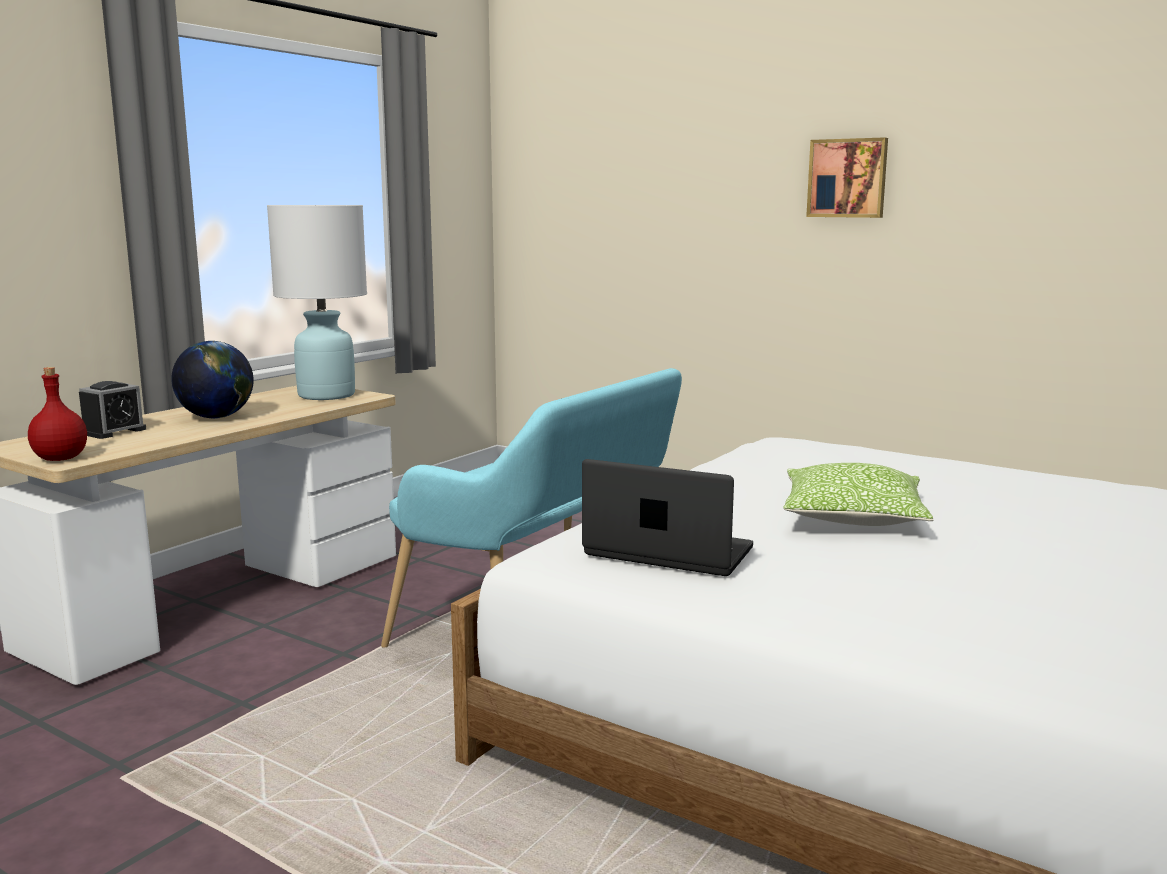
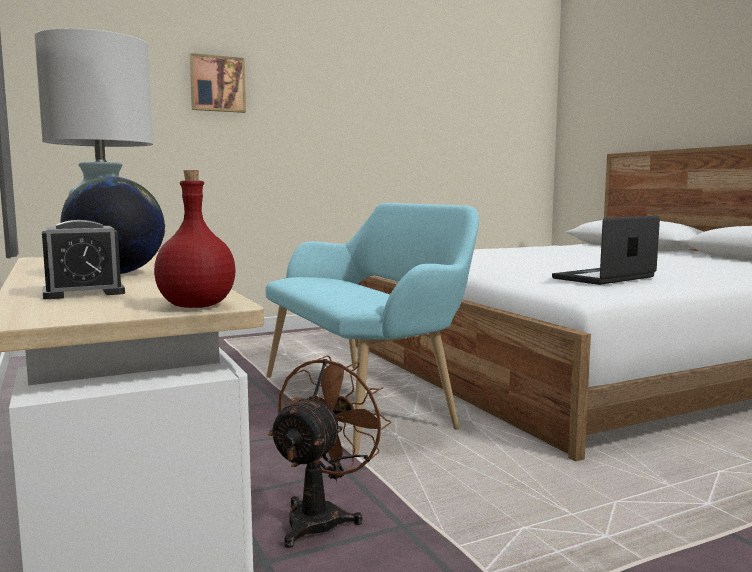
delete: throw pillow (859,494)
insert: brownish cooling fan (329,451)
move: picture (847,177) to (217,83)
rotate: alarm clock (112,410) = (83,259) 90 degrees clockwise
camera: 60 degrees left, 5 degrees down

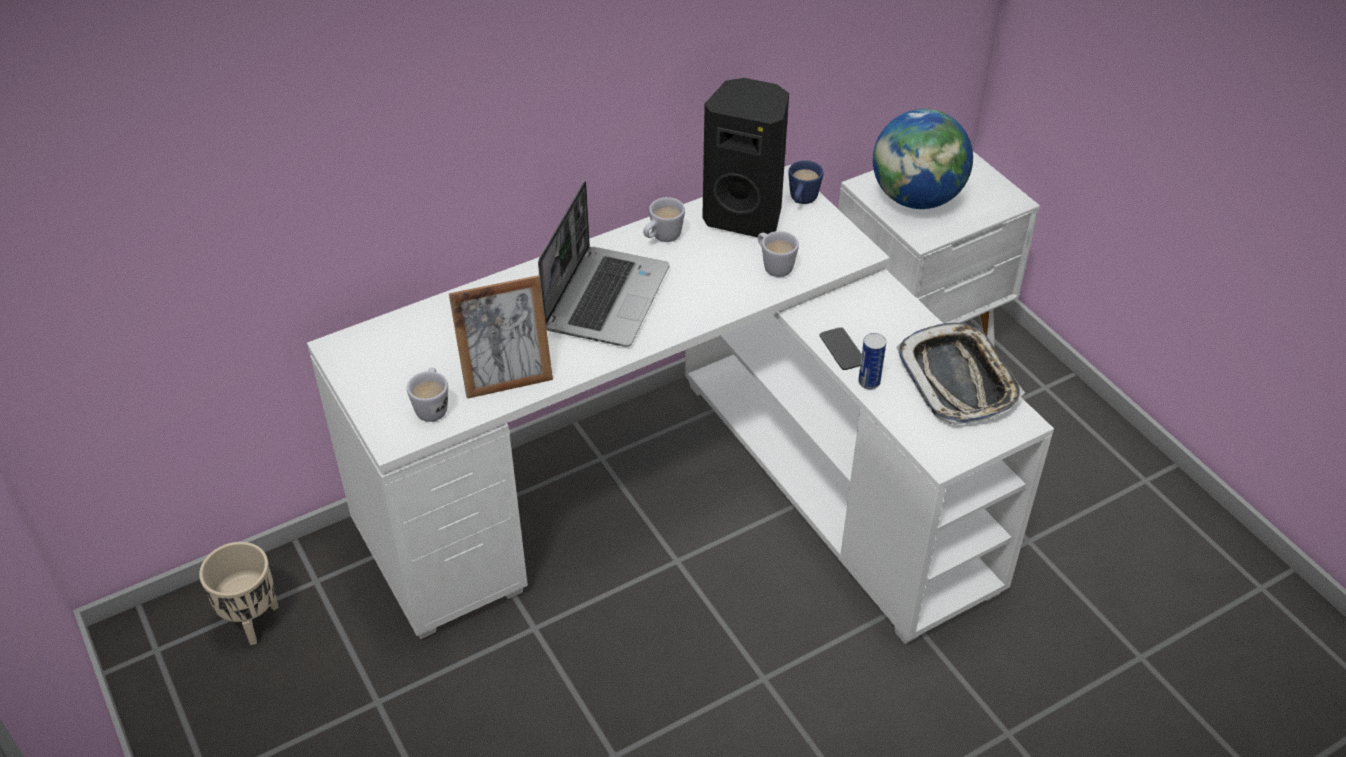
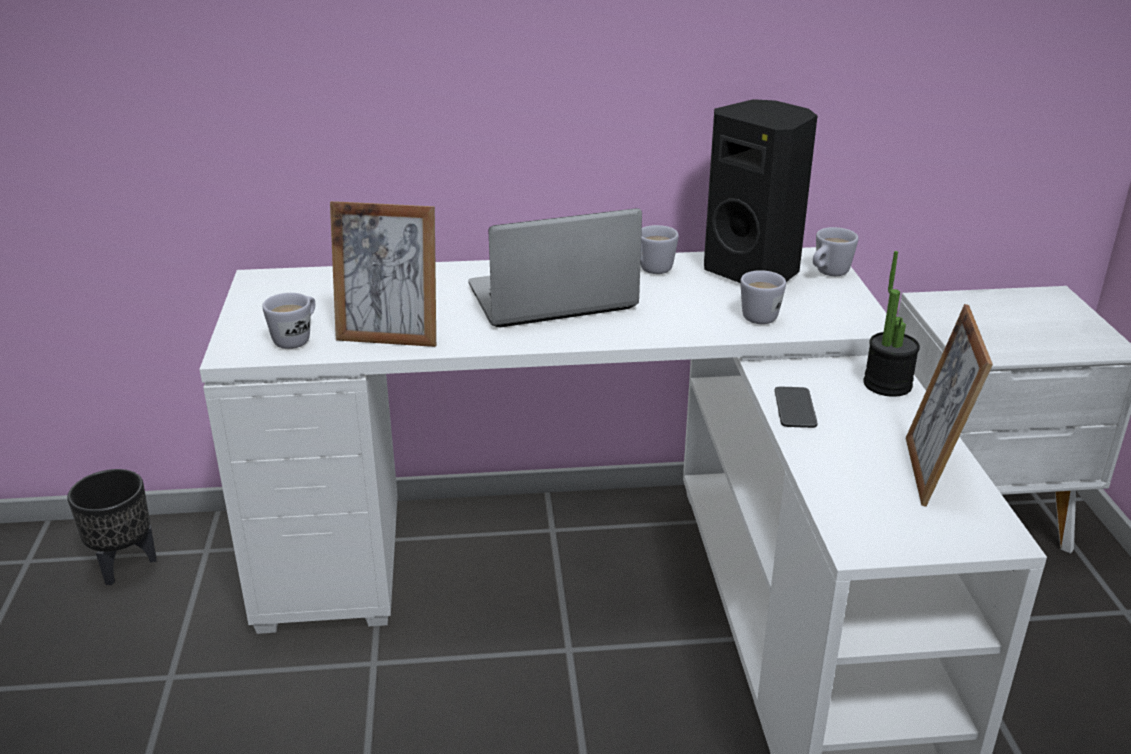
delete: globe (923,159); metal can (872,361)
insert: potted plant (891,324)
replace: carrying tray (960,374) to standing frame (949,405)
recolor: blue-coloured mug (806,182) to white mug (835,251); beige-coloured flower pot (239,593) to black-coloured flower pot (112,527)
rotate: portable computer (603,264) = (555,267) 150 degrees counterclockwise
camera: 25 degrees right, 15 degrees down

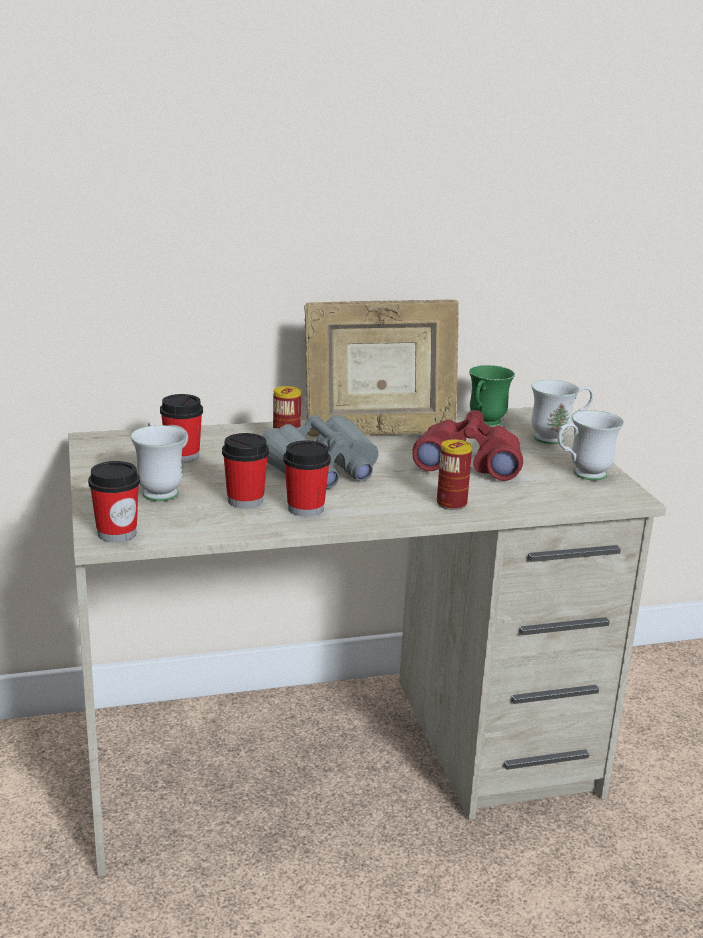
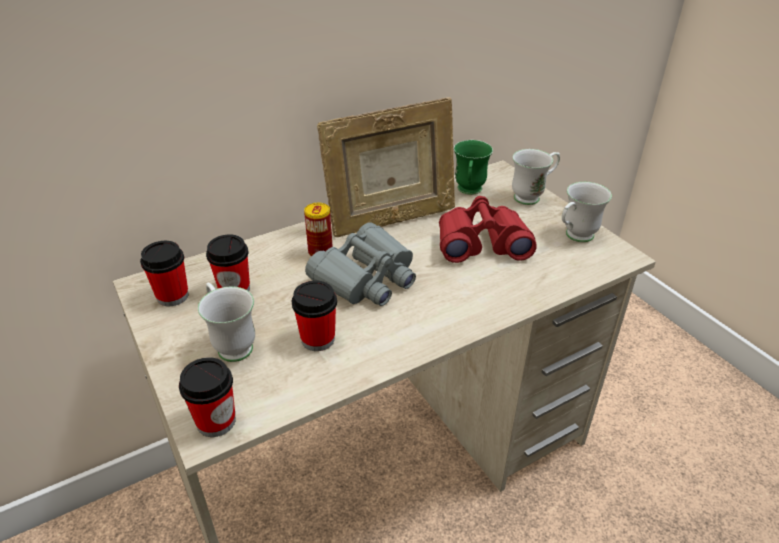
delete: metal can (454,474)
move: small cup (307,478) to (164,273)
camera: 15 degrees left, 15 degrees up

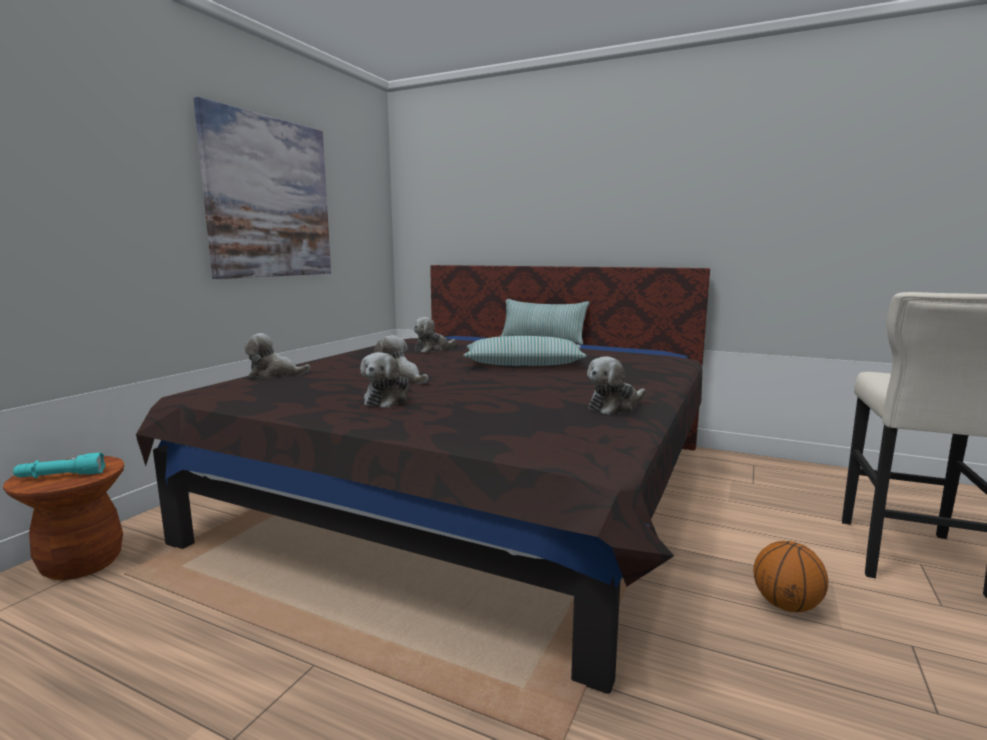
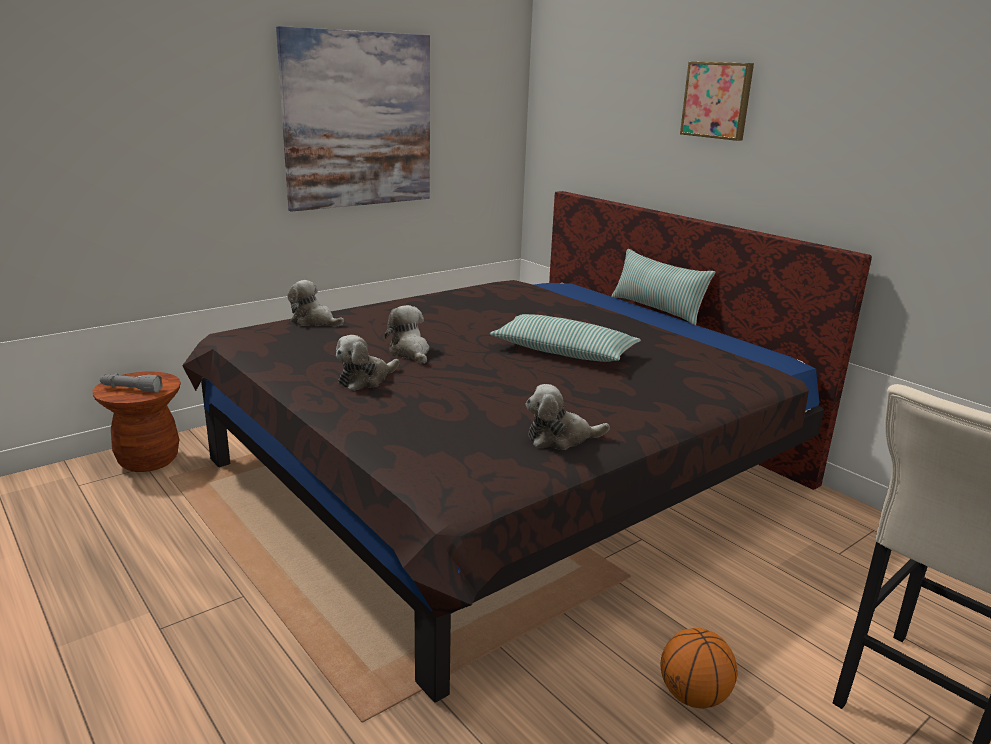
delete: plush toy (434,335)
insert: picture (717,101)
recolor: blue-green torch (59,465) to greyish torch (131,383)
camera: 25 degrees right, 10 degrees up

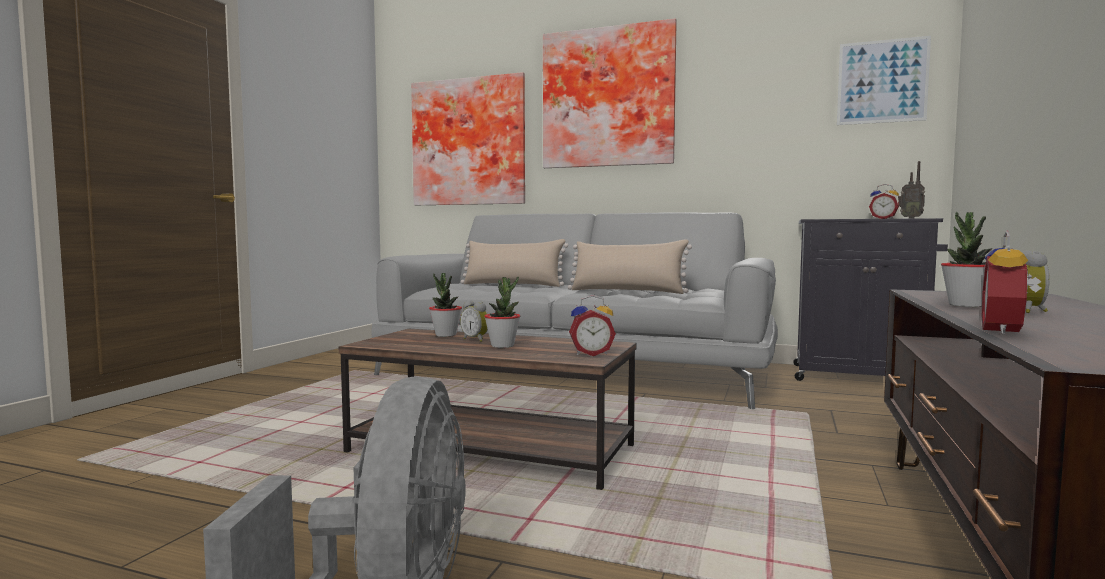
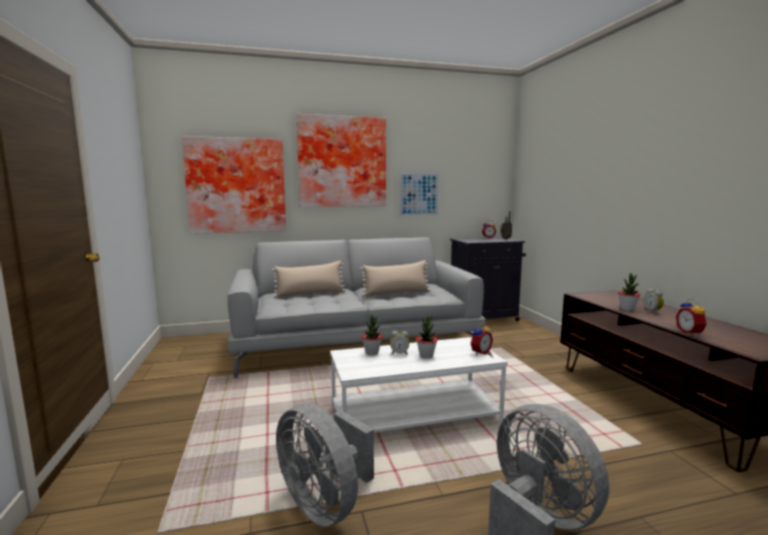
insert: greyish cooling fan (325,465)
move: picture (884,80) to (419,194)
recolor: brownish low table (488,409) to white low table (418,385)
camera: 35 degrees left, 5 degrees up

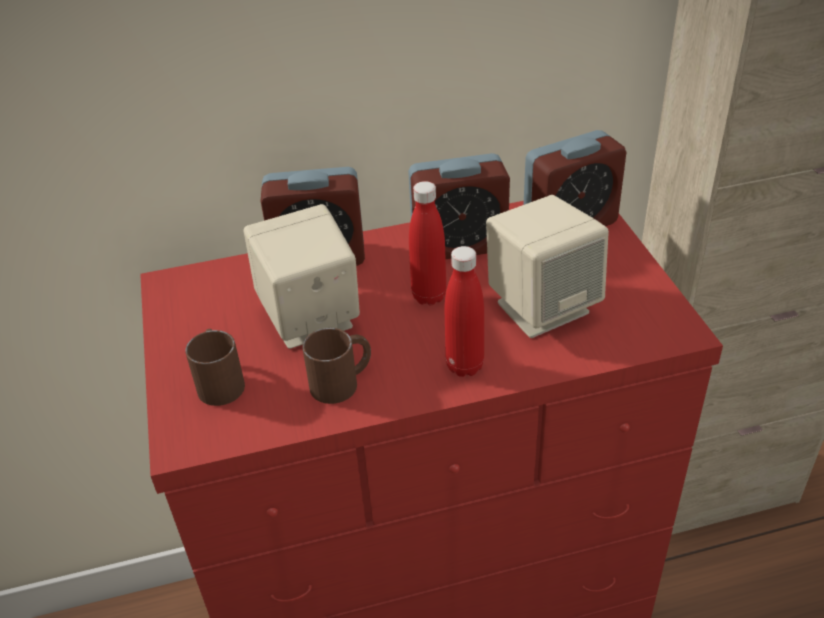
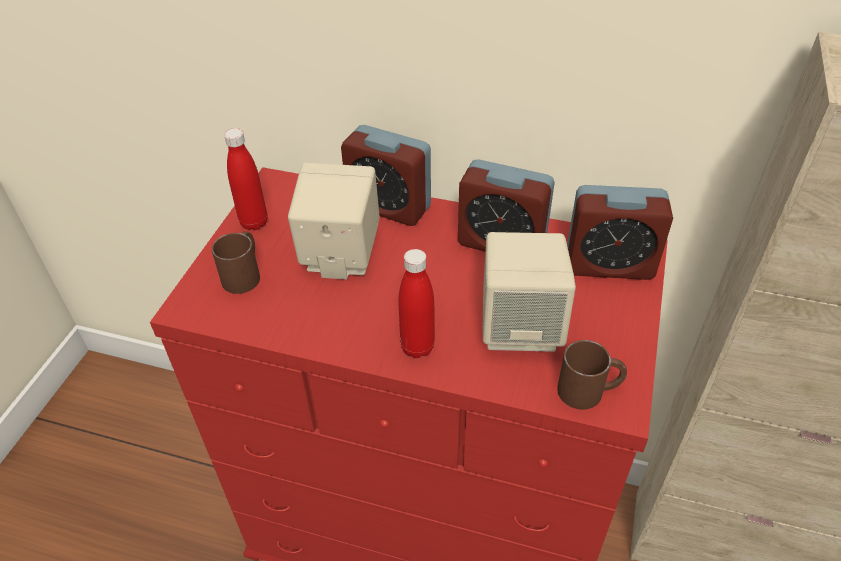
move: red-coloured drink bottle (427,243) to (245,179); brownish mug (336,366) to (592,375)
camera: 30 degrees right, 5 degrees up

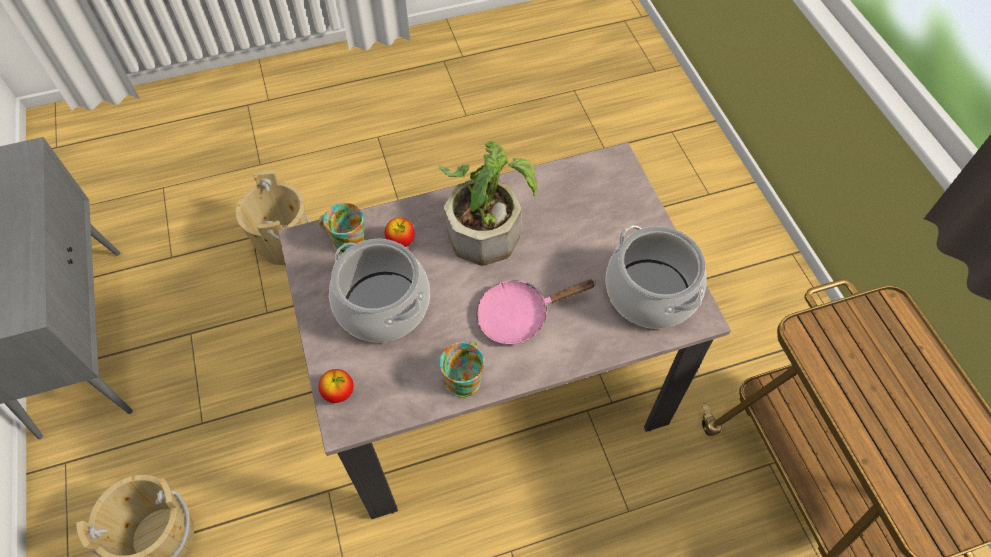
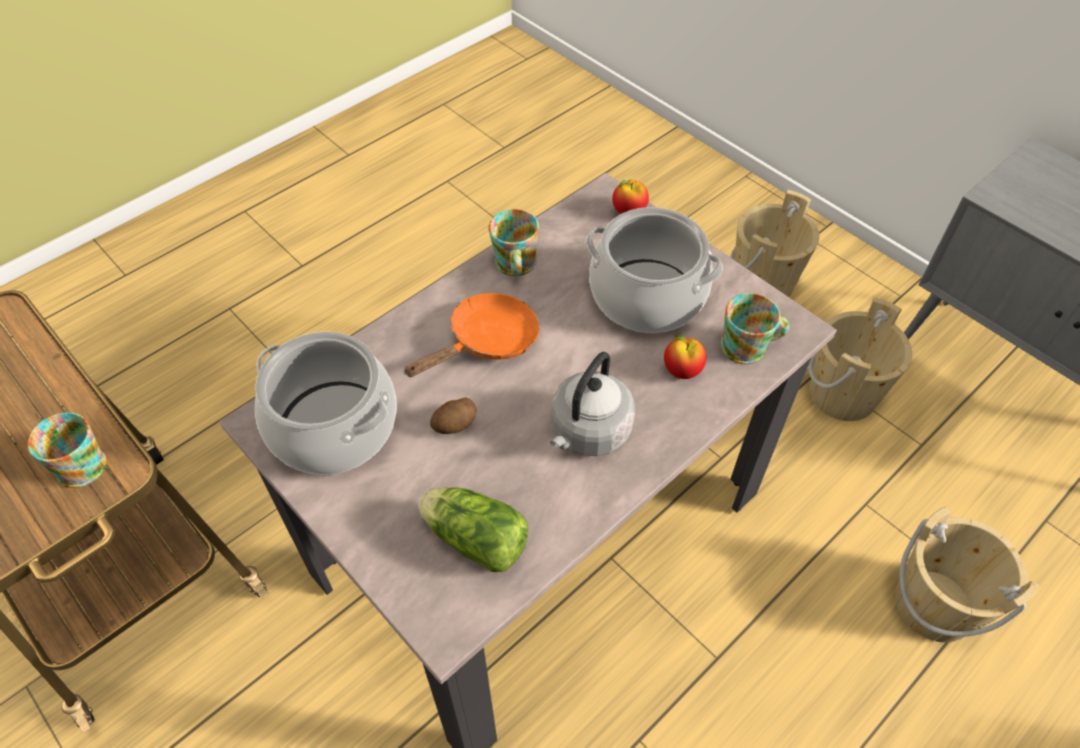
insert: beige-coloured bucket (860,359); potato (453,415); mug (66,450); head of lettuce (474,529)
replace: potted plant (488,203) to greyish tea kettle (592,404)
recolor: pinkish skillet (536,312) to orangey skillet (471,335)
camera: 155 degrees right, 5 degrees down

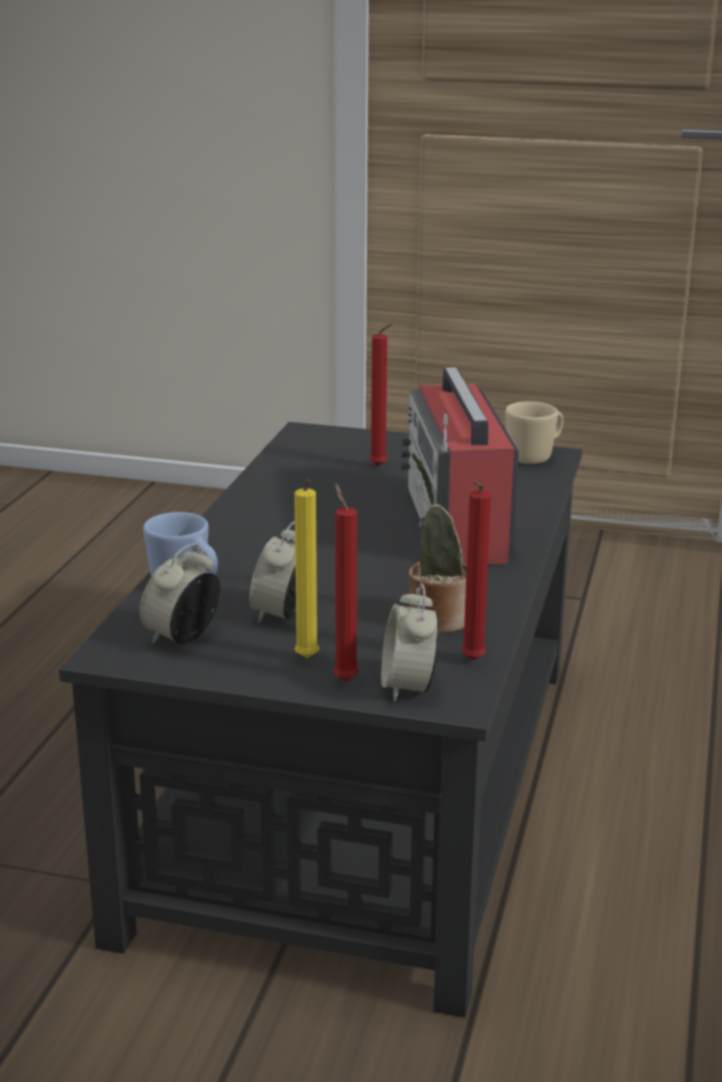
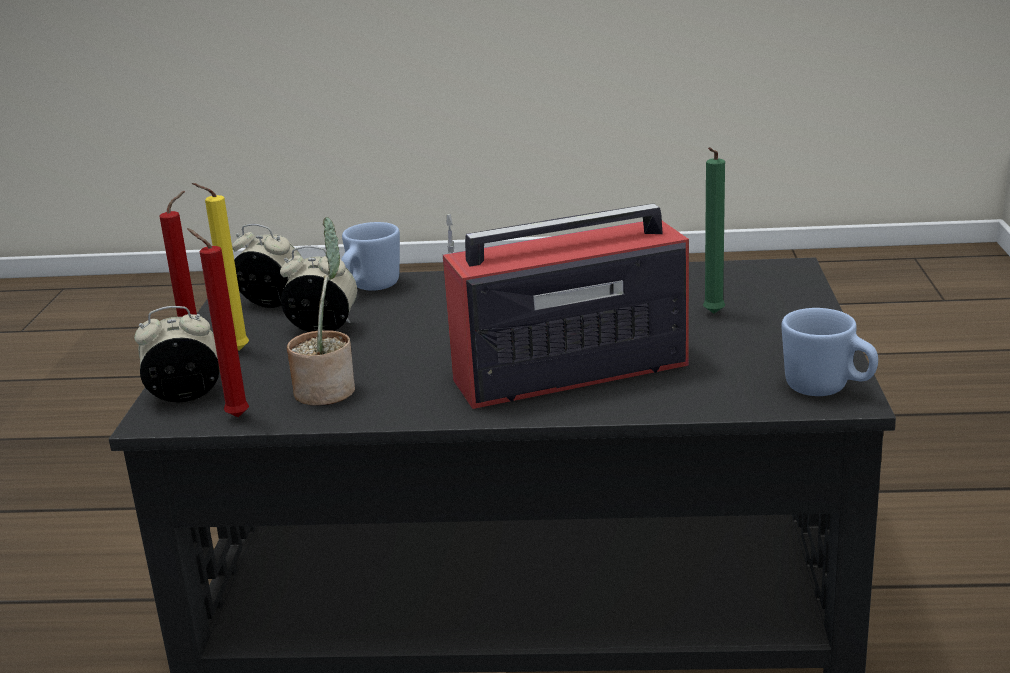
recolor: red-coloured wax candle (380,395) to green wax candle (714,230); beige-coloured mug (534,432) to blue-coloured mug (830,352)
camera: 80 degrees right, 0 degrees up

